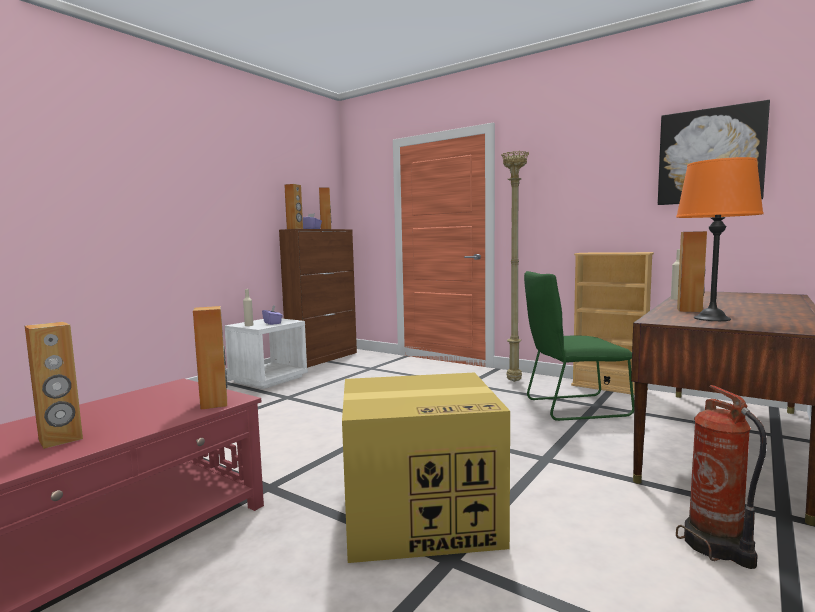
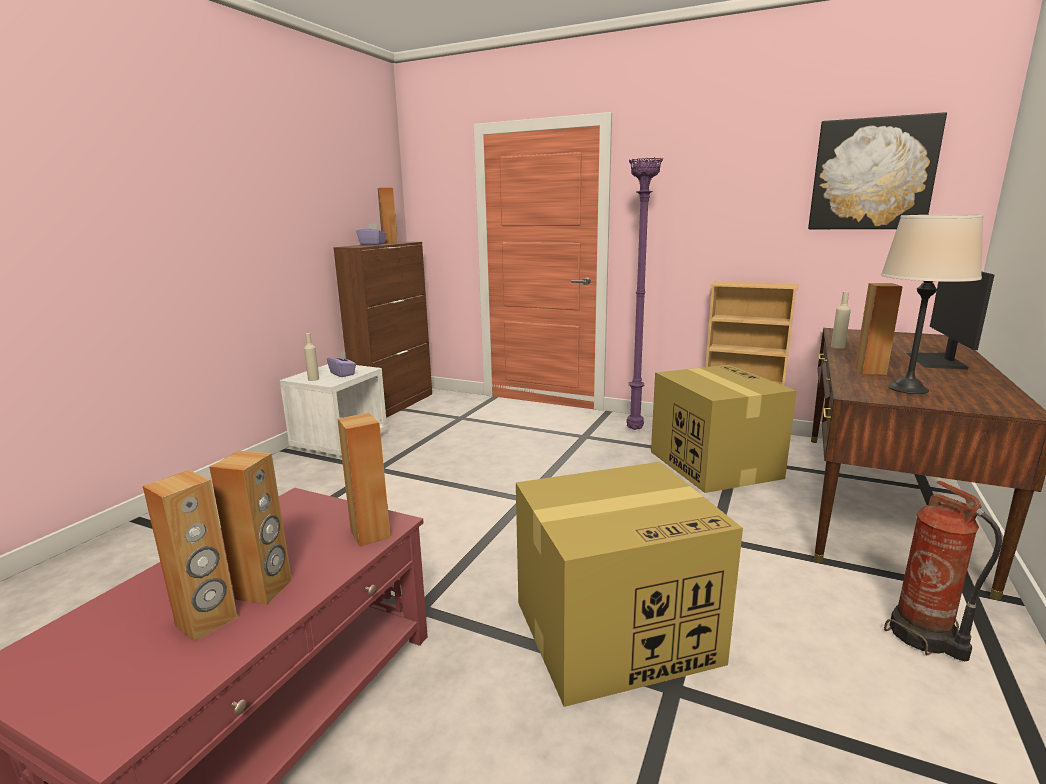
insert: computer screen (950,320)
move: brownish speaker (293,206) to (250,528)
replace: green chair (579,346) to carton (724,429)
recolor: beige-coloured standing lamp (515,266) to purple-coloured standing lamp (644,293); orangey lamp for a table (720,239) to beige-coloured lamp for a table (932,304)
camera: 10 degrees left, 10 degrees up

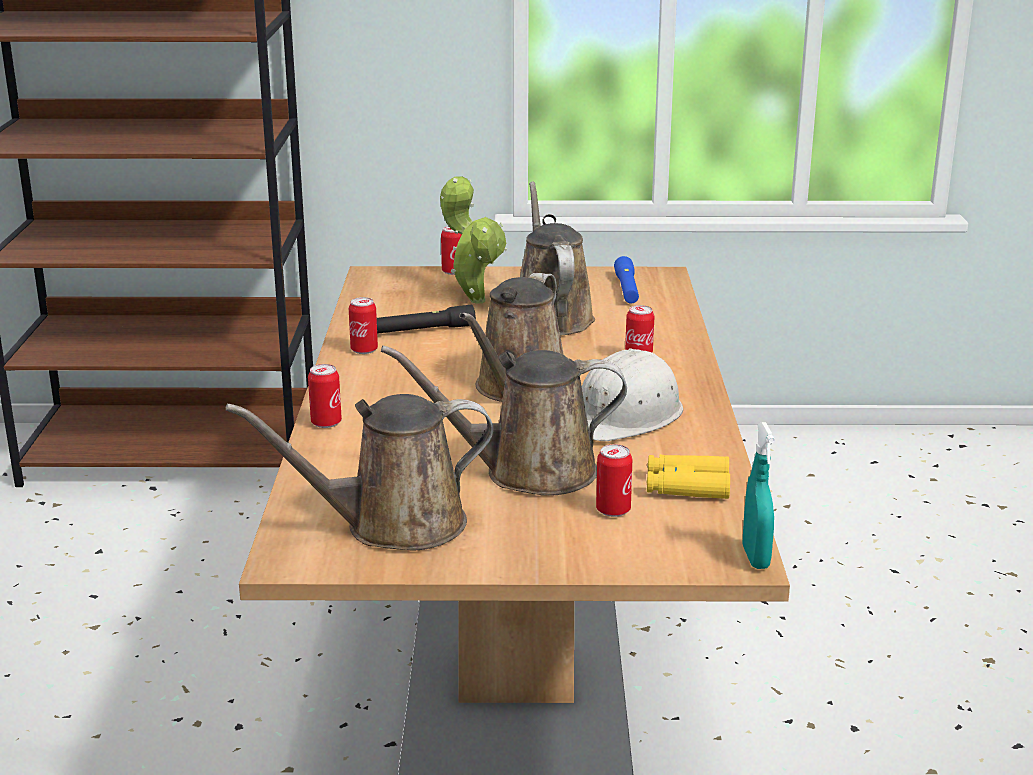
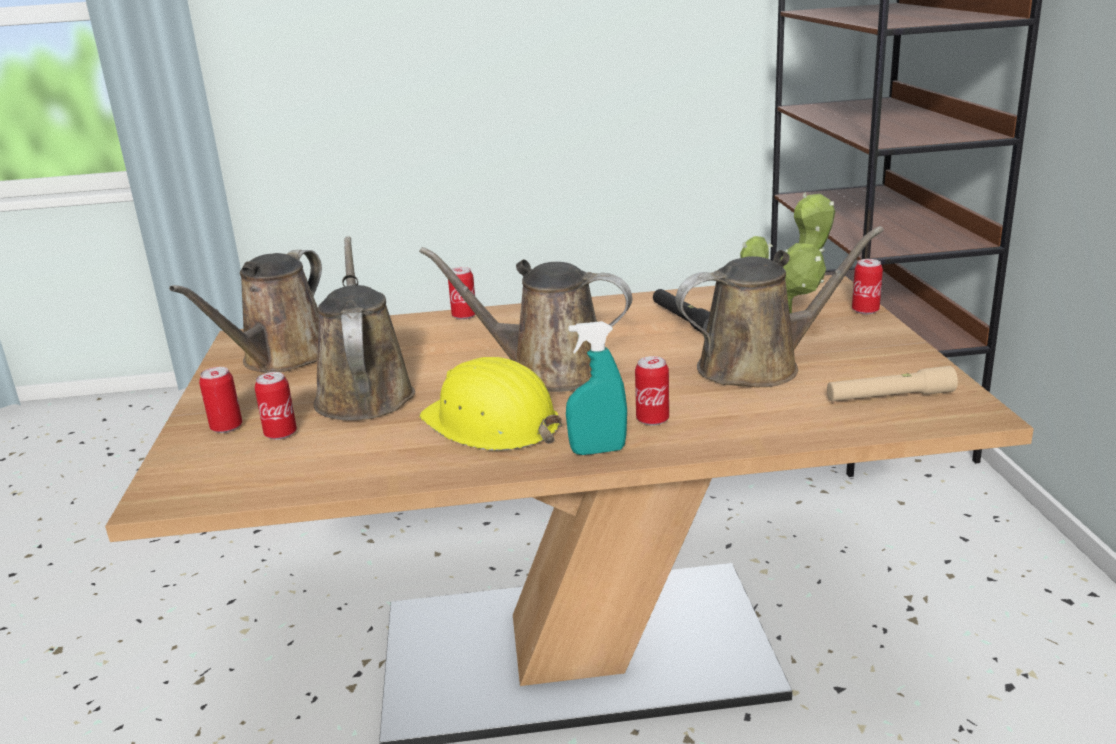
delete: yellowish binoculars (688,477)
move: metal can (363,325) to (220,400); blue-green sprayer (759,495) to (596,388)
recolor: blue-coloured torch (626,280) to beige-coloured torch (892,383); white hard hat (632,394) to yellowish hard hat (490,404)
rotate: brownish watering can (359,472) = (245,311) 135 degrees counterclockwise
camera: 85 degrees right, 0 degrees up

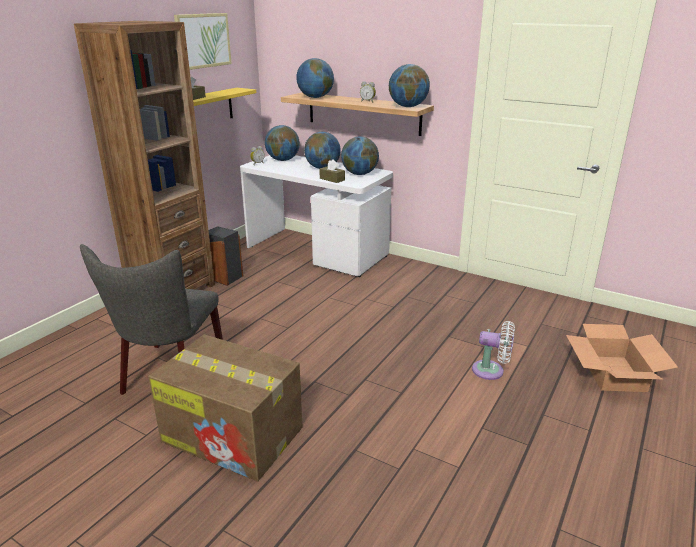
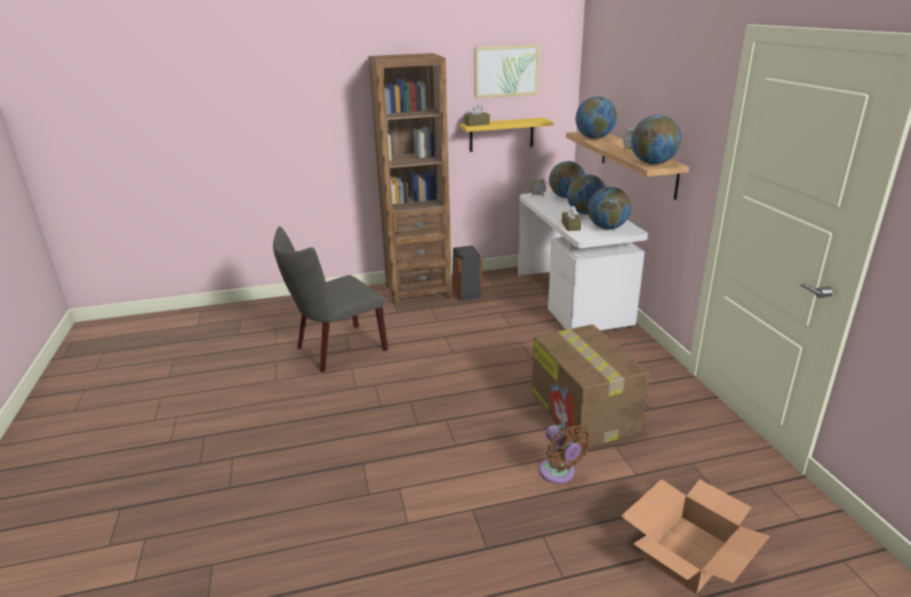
move: carton (225,407) to (590,385)
recolor: white cooling fan (493,350) to brownish cooling fan (564,454)
camera: 45 degrees right, 0 degrees up

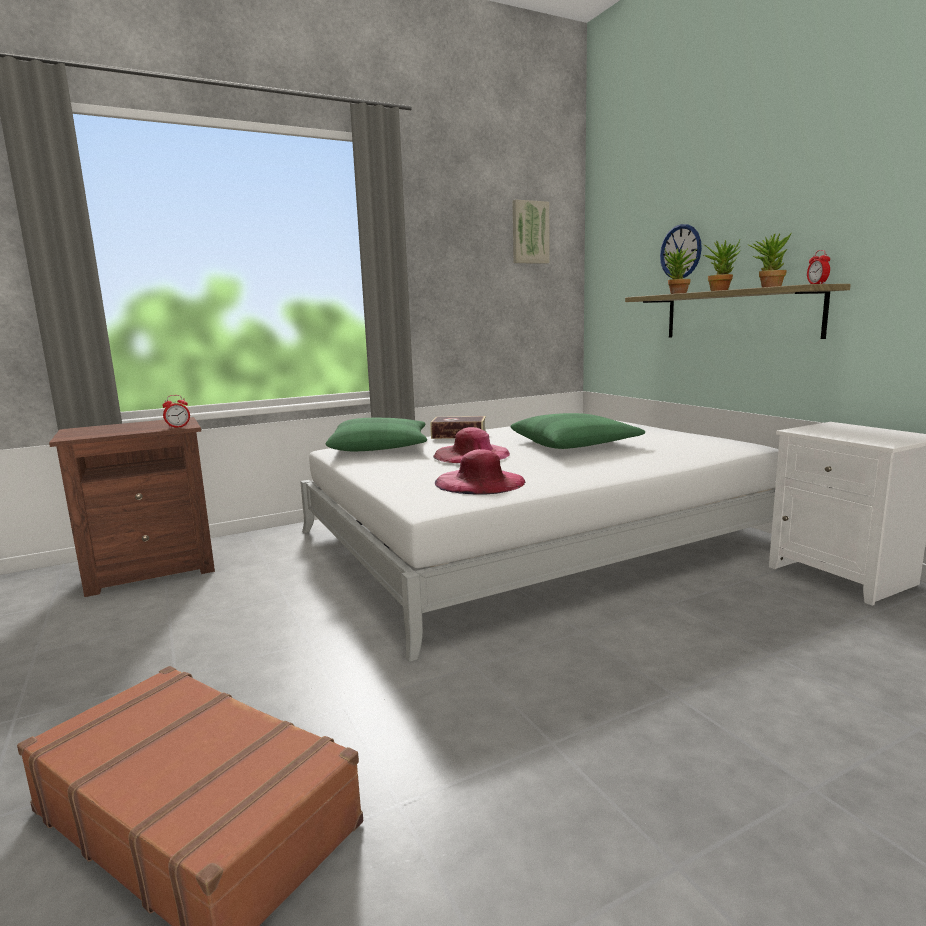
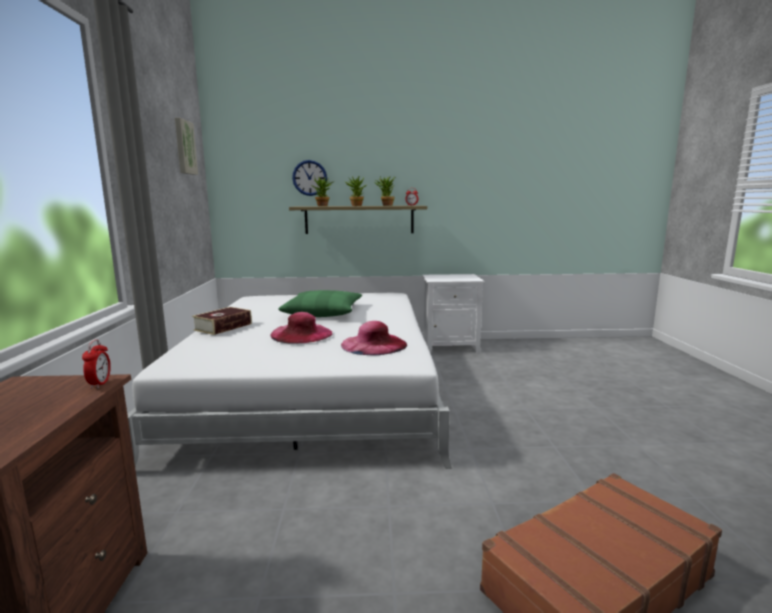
delete: green throw pillow (376,434)
camera: 65 degrees left, 0 degrees up

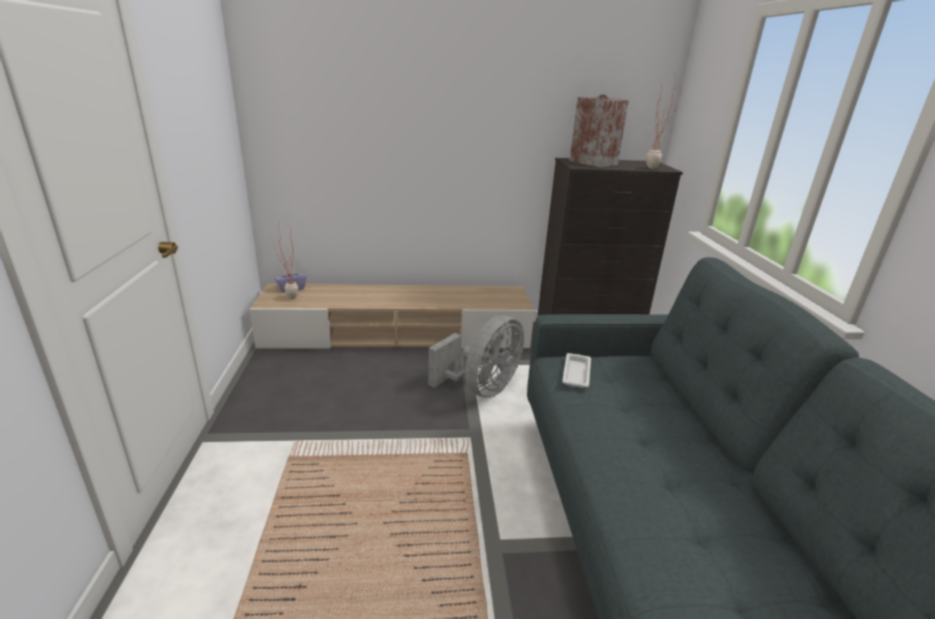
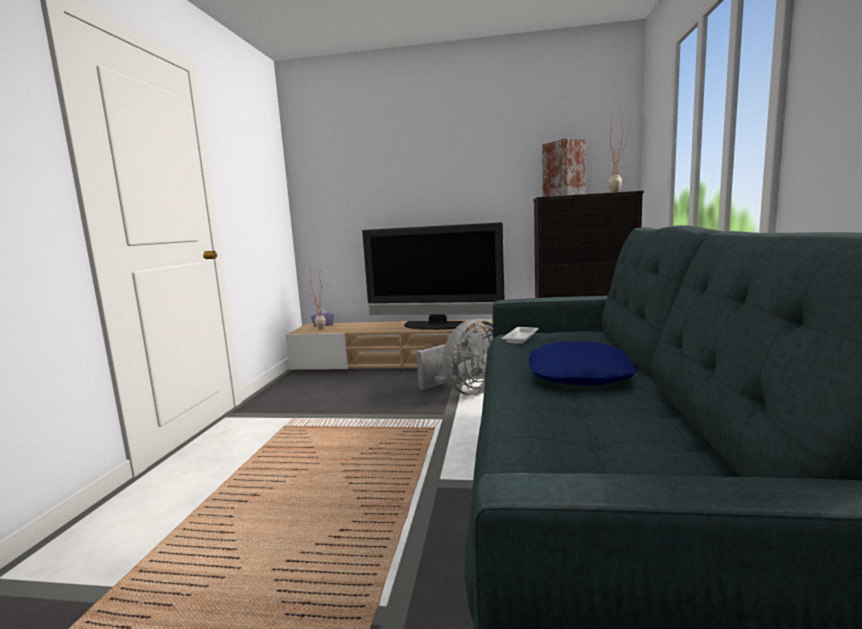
insert: TV set (433,276); blue-coloured throw pillow (583,363)
camera: 15 degrees right, 15 degrees down

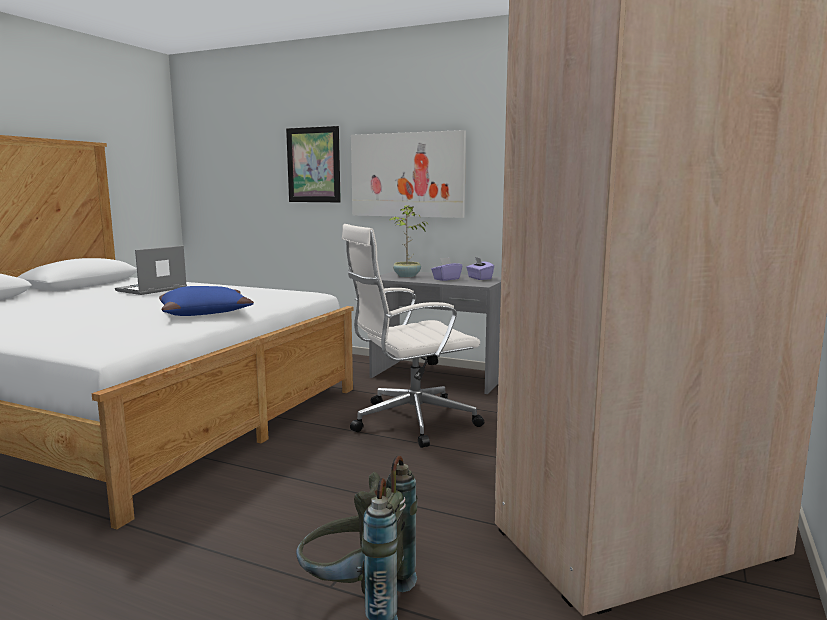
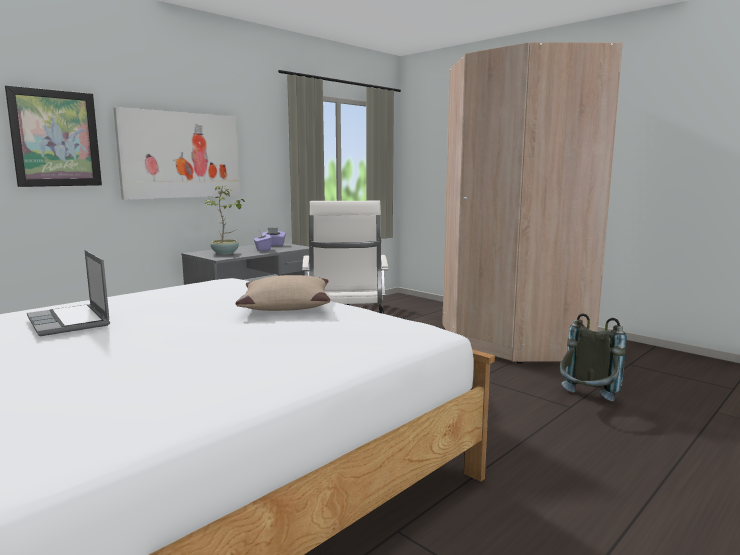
recolor: blue-coloured throw pillow (206,301) to beige-coloured throw pillow (283,293)
camera: 70 degrees left, 0 degrees up

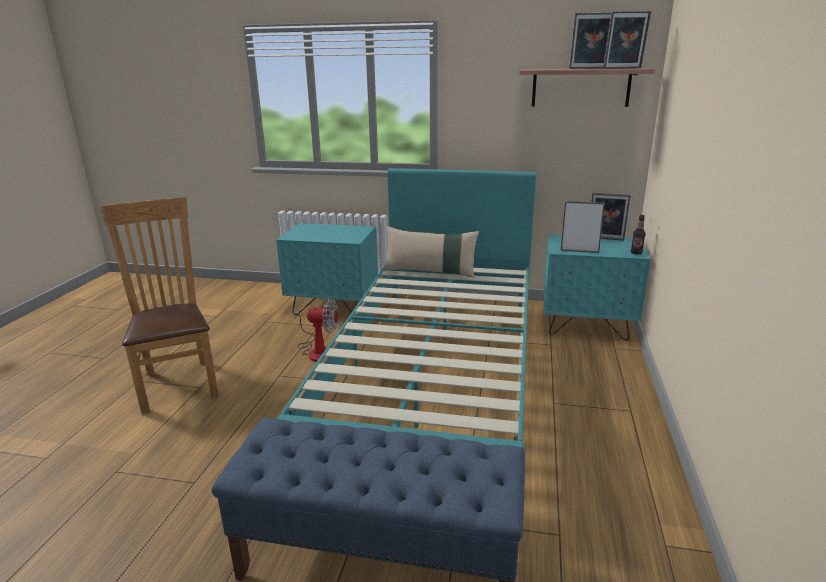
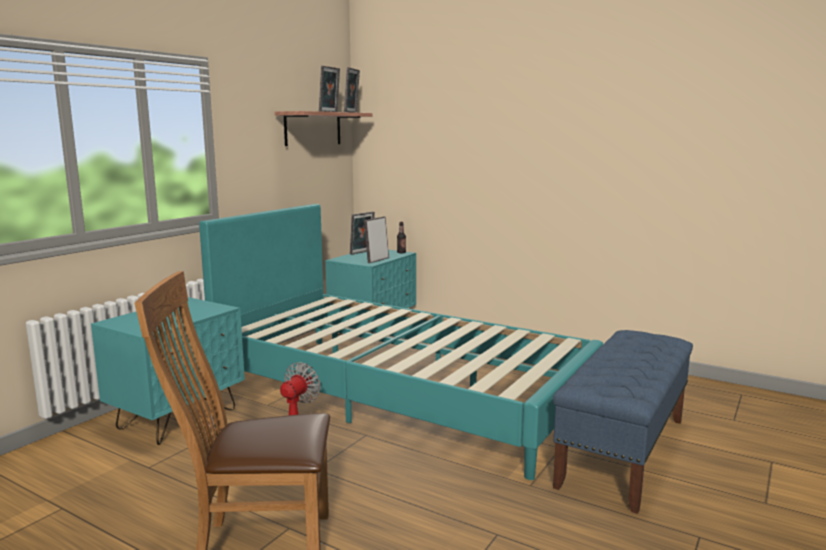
delete: beige-coloured throw pillow (431,252)
camera: 70 degrees left, 10 degrees down

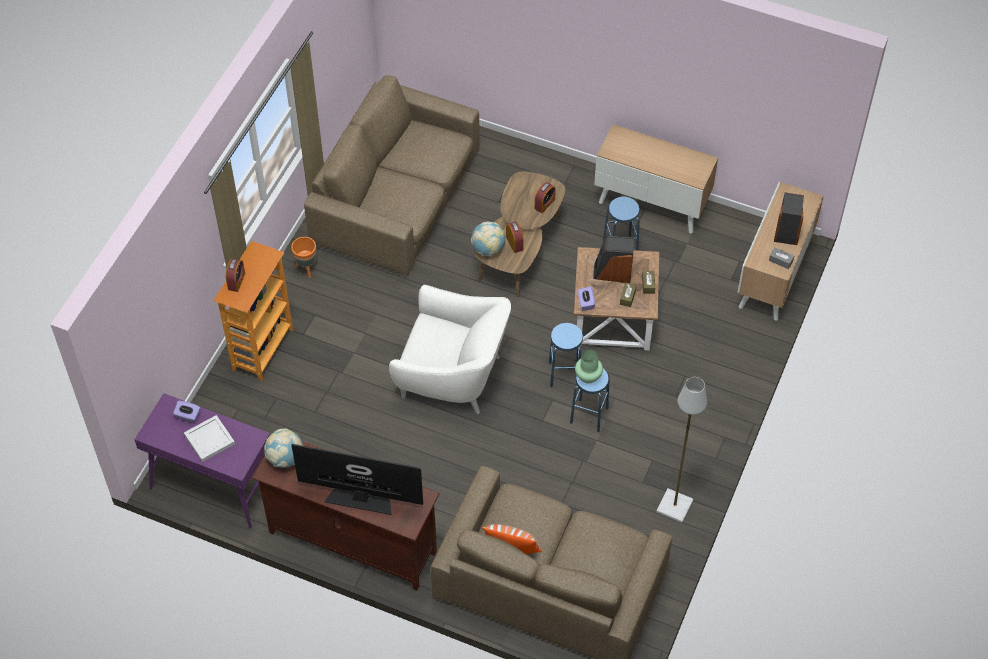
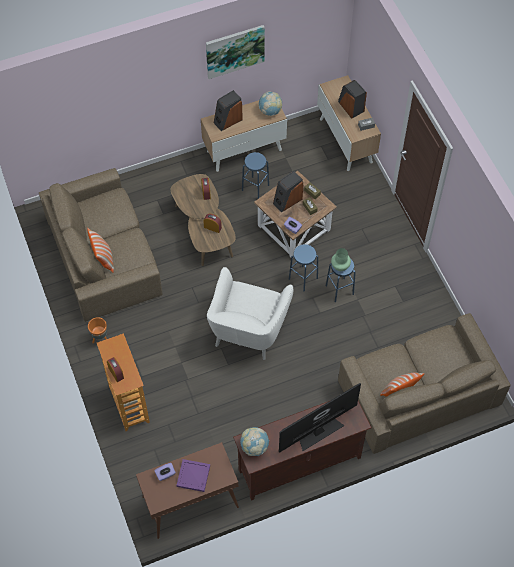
delete: greyish standing lamp (681,450)
insert: picture (235,52); speaker (228,110); throw pillow (100,250)
move: globe (488,239) to (270,103)
recolor: purple-coloured narrow table (202,461) to brownish narrow table (187,490); white carrying tray (209,438) to purple-coloured carrying tray (193,475)
rotate: white easy chair (450,349) = (250,313) 135 degrees clockwise
camera: 45 degrees left, 5 degrees up

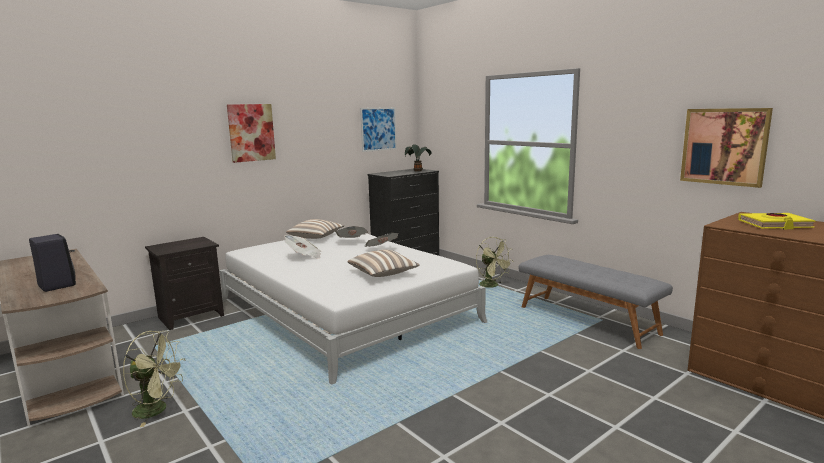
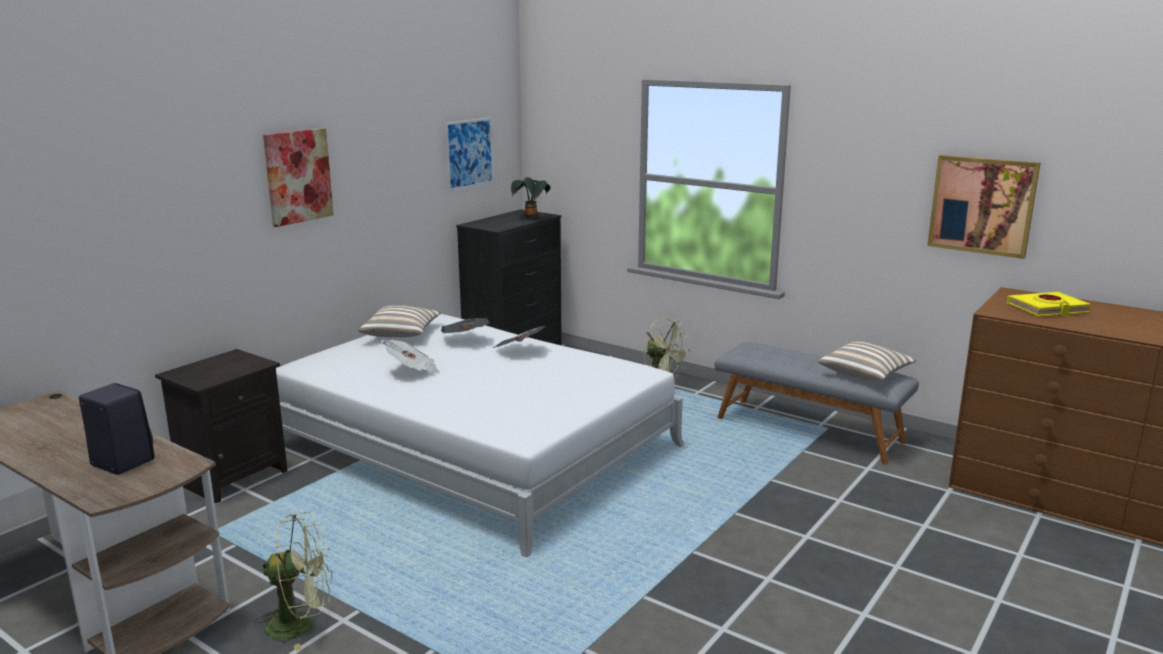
move: throw pillow (384,263) to (867,360)
camera: 15 degrees left, 5 degrees up

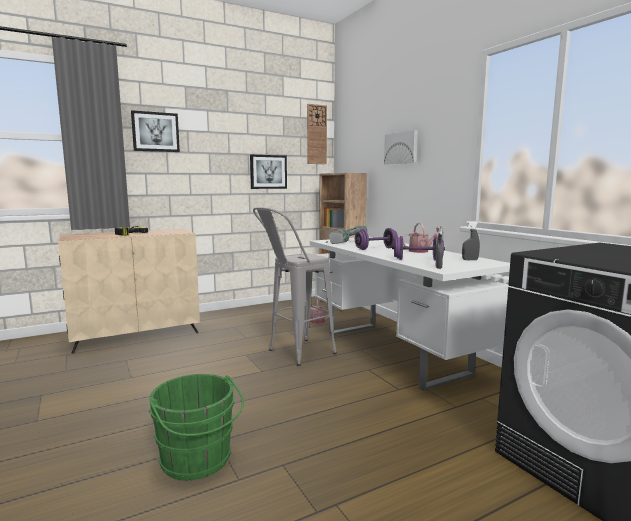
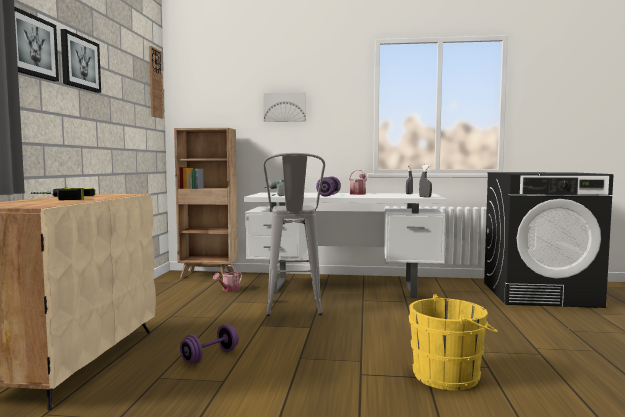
move: picture (268,172) to (81,61); purple-coloured free weight (418,248) to (209,344)
recolor: green bucket (196,427) to yellowish bucket (453,343)
camera: 55 degrees left, 5 degrees down

